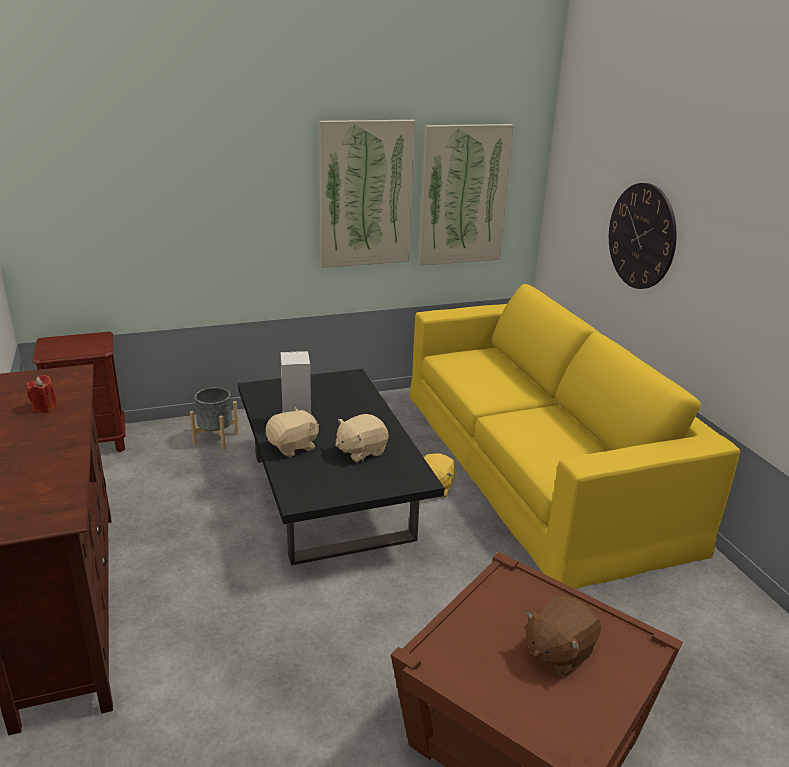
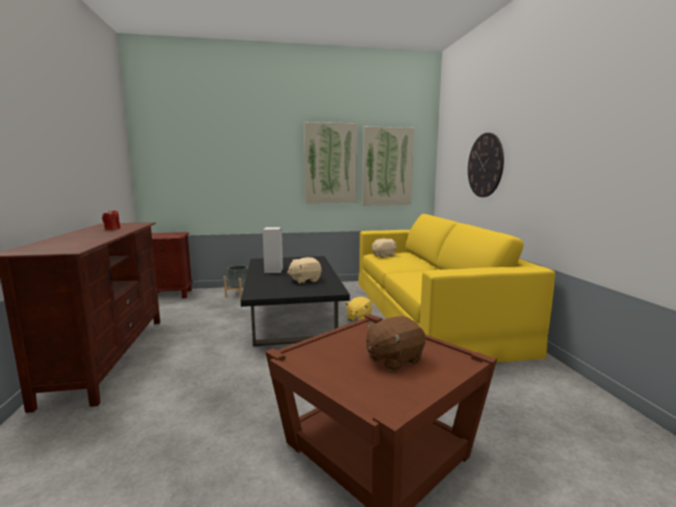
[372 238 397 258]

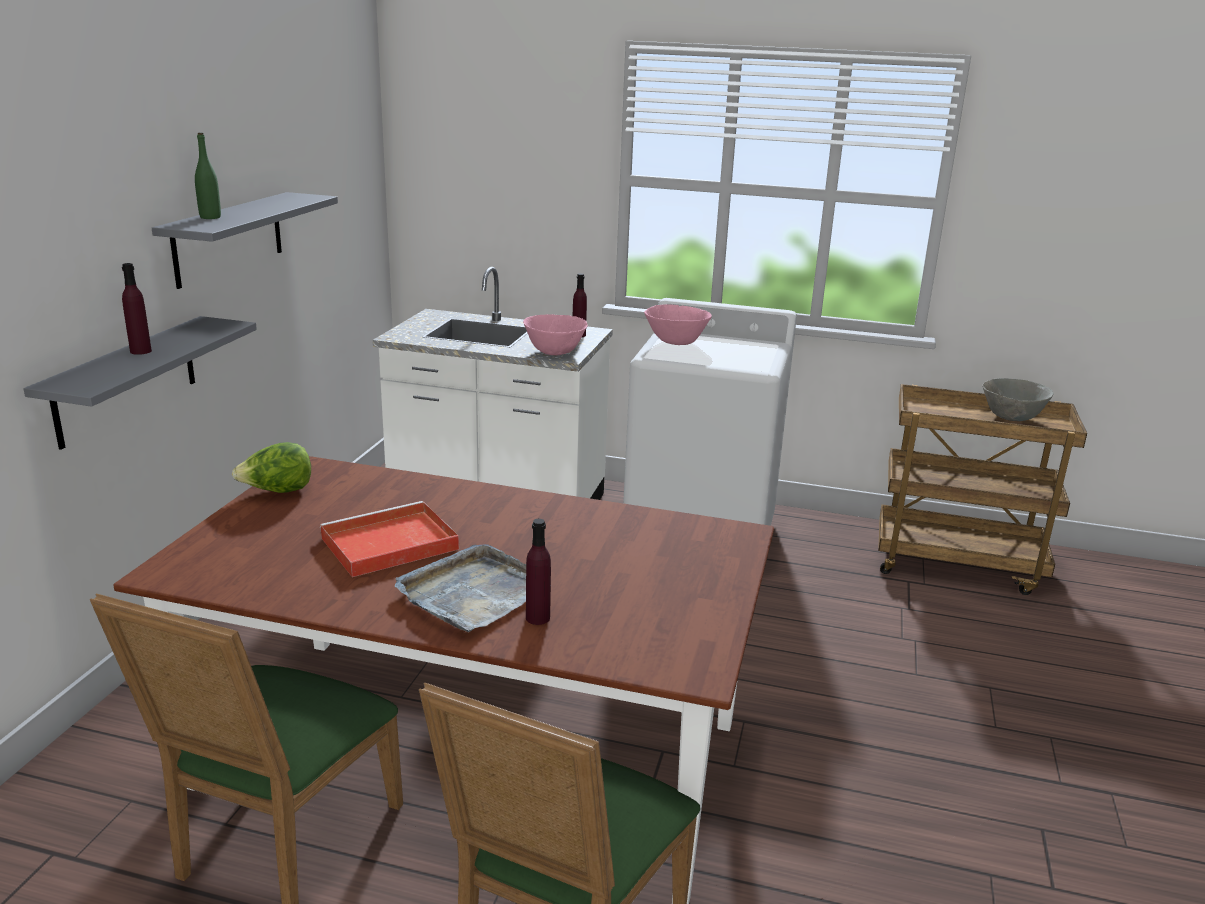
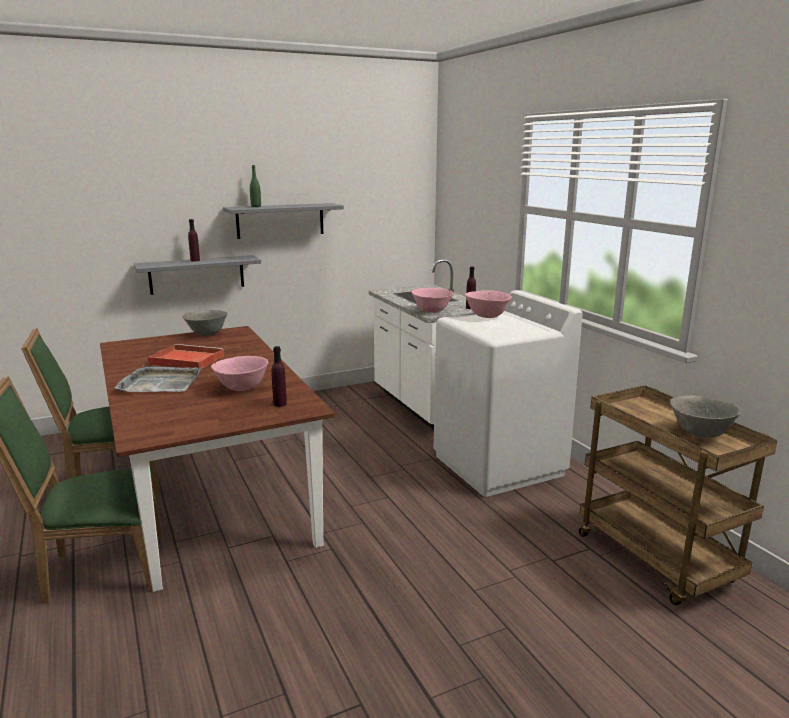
[183 310 227 335]
[211 356 268 391]
[271 346 287 407]

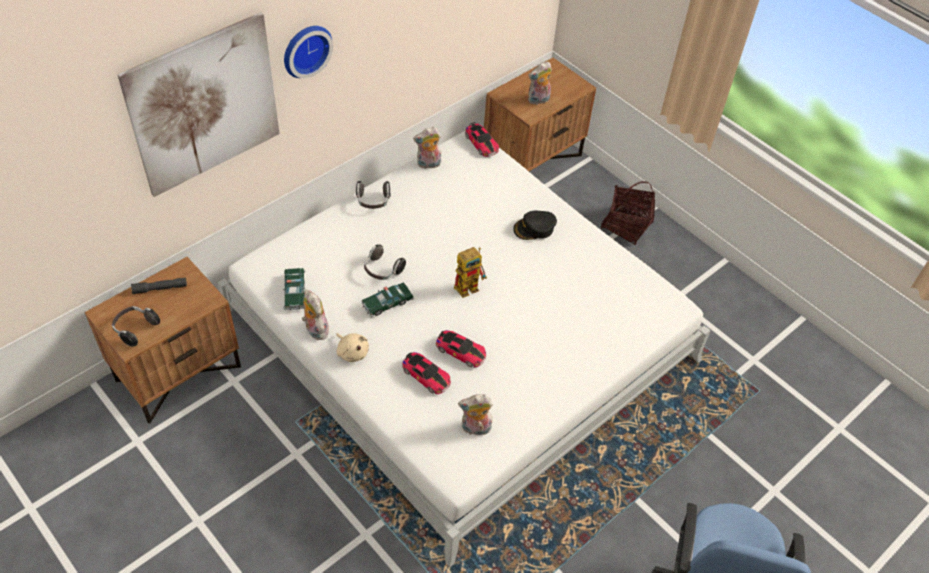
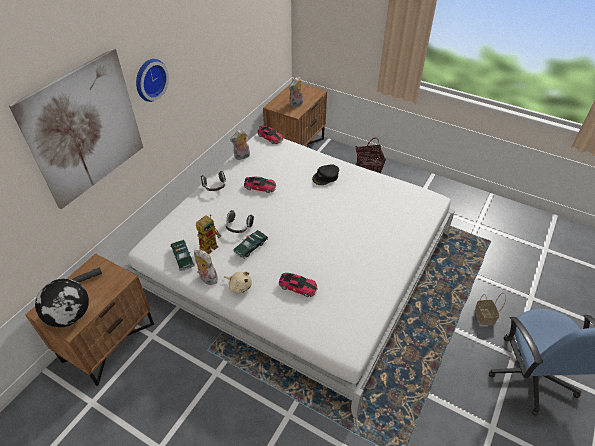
[35 278 89 327]
[196 214 221 254]
[244 177 276 193]
[474 293 506 326]
[458 394 493 436] (first image)

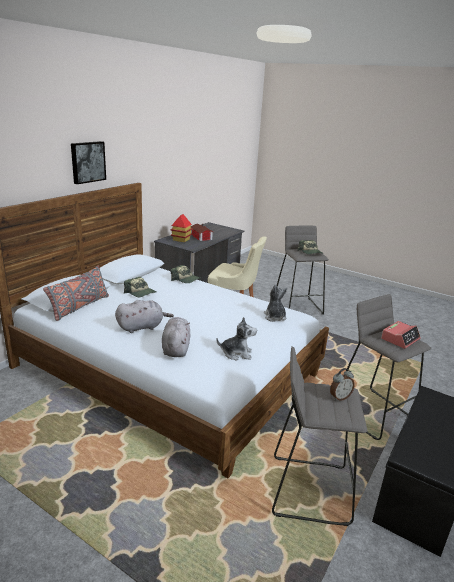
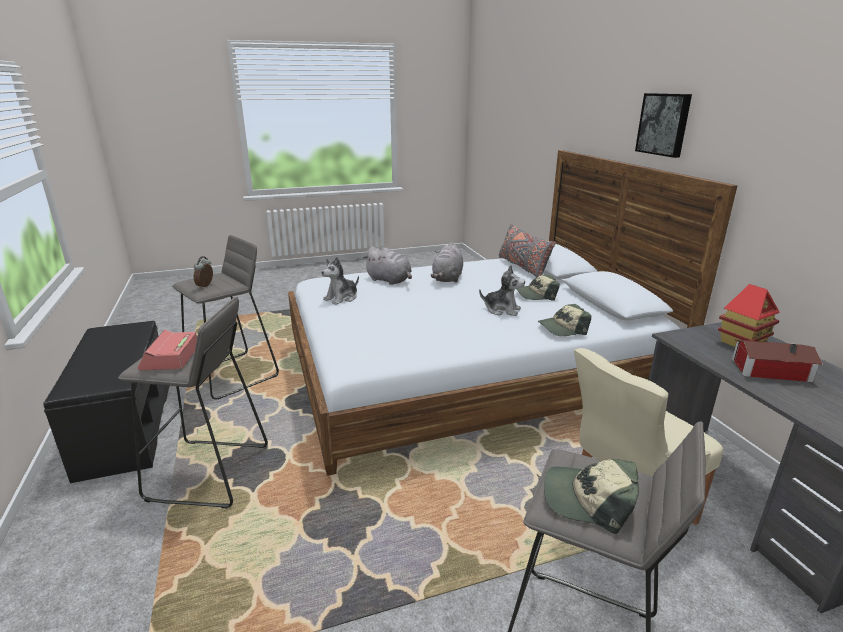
[479 265 525 316]

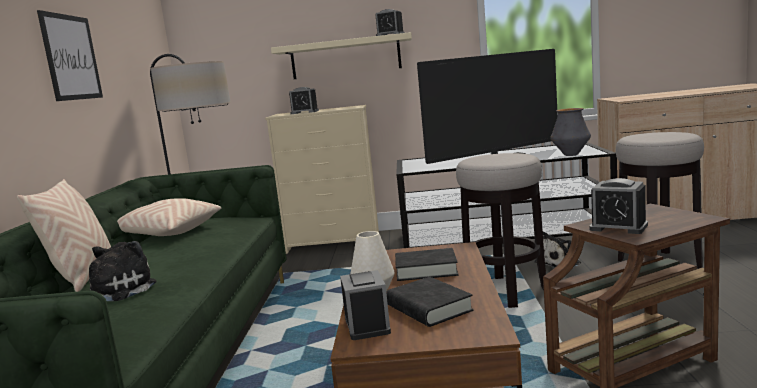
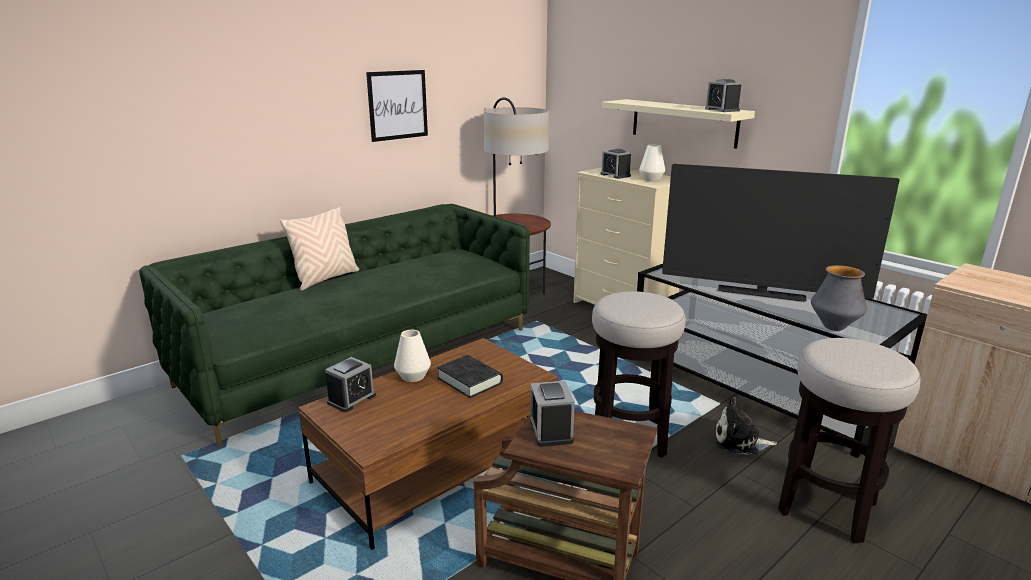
[639 145 665 181]
[89 241 157 301] (first image)
[117 198 221 236] (first image)
[386 277 473 327] (first image)

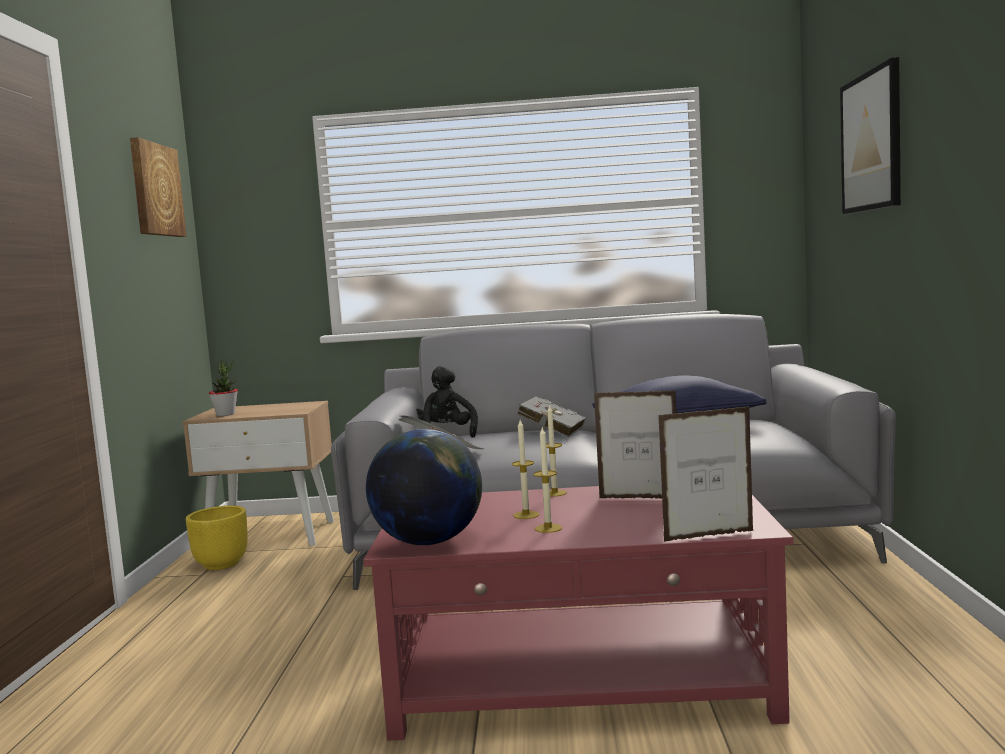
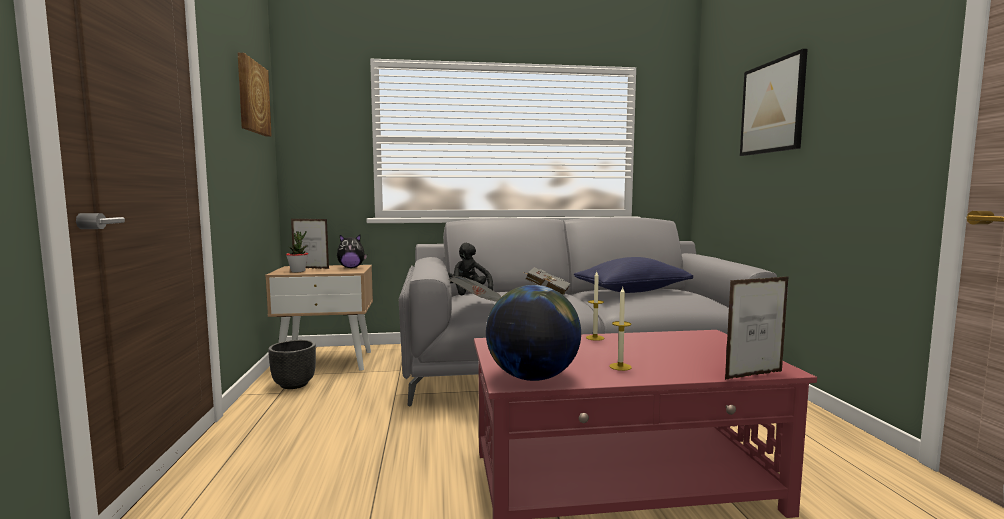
[268 340 316 389]
[291 219 329 269]
[337 235 367 268]
[512 420 539 519] (first image)

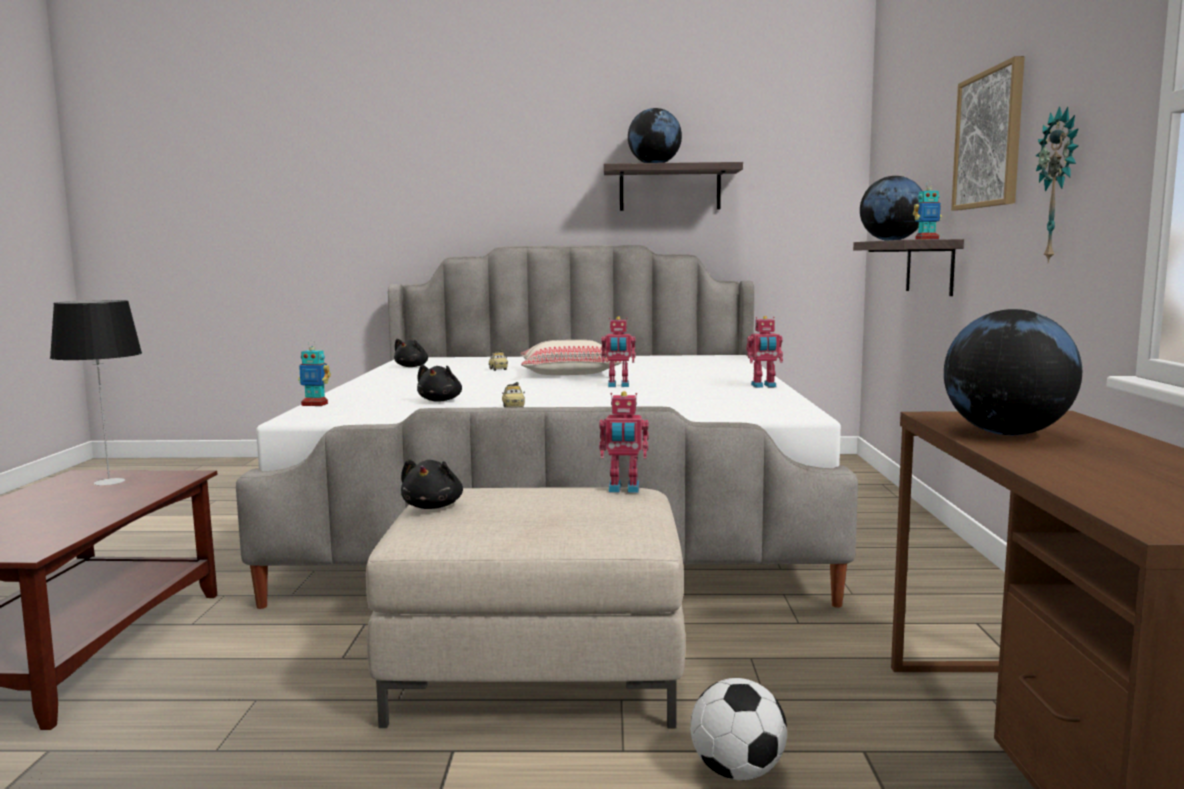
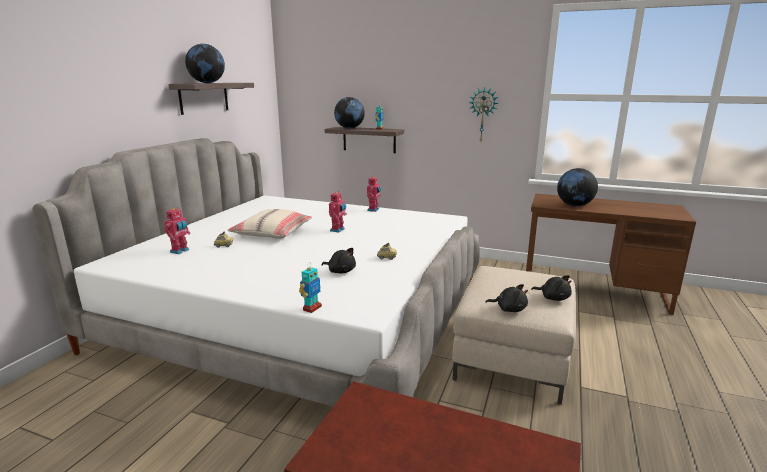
[164 207 190 254]
[531 275 572 301]
[50 300 142 486] (first image)
[690 678 787 780] (first image)
[951 56 1025 210] (first image)

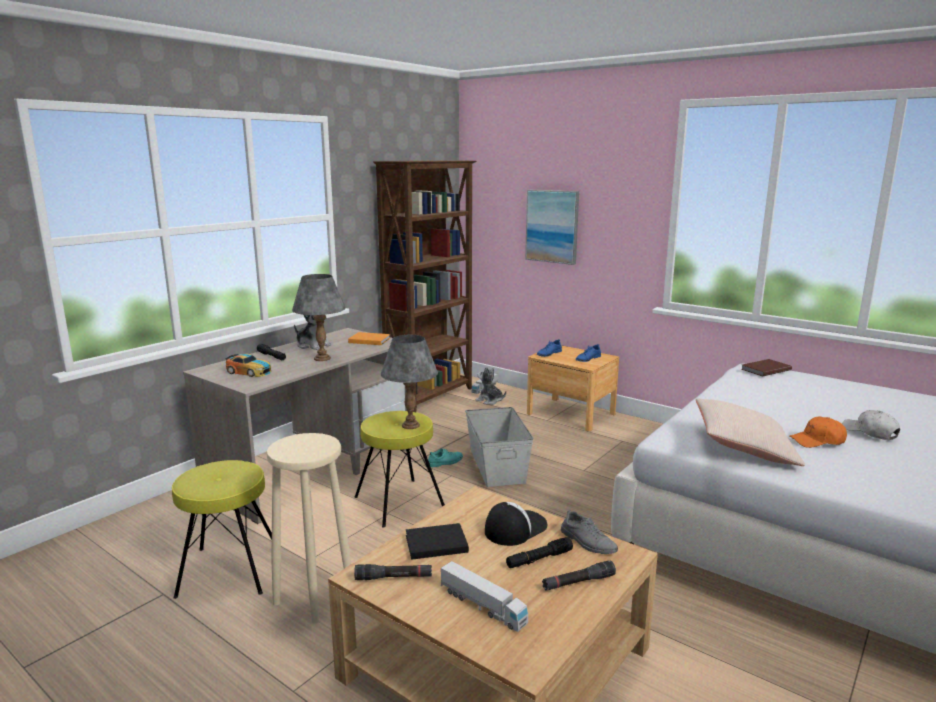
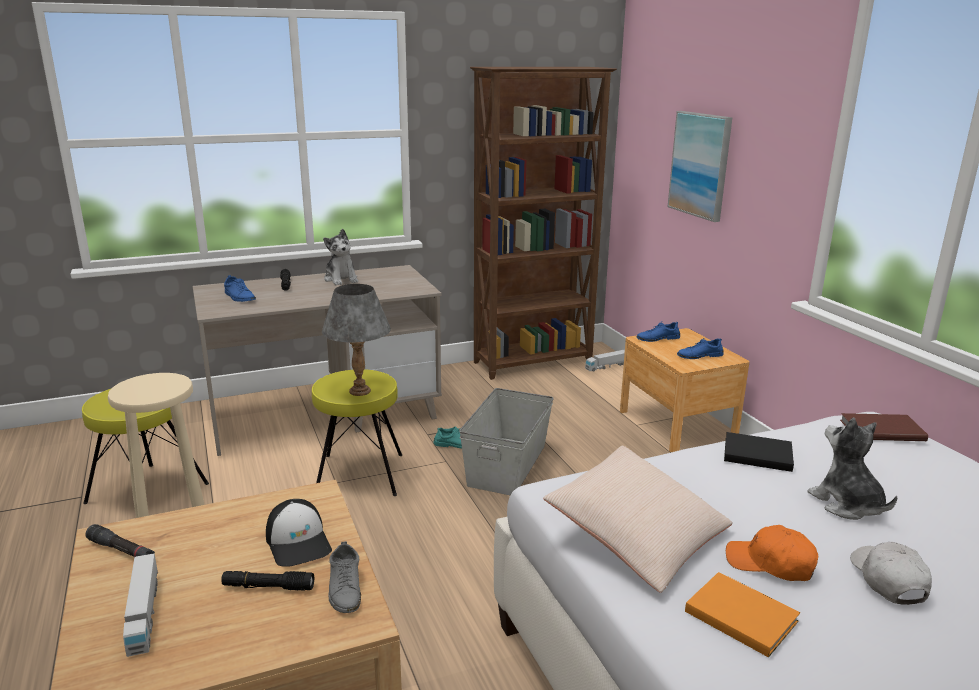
[224 275 256 302]
[266 499 332 567]
[685 572 800 657]
[724 432 794 472]
[807 418 897 520]
[292 274 346 361] (first image)
[542 561 616 590] (first image)

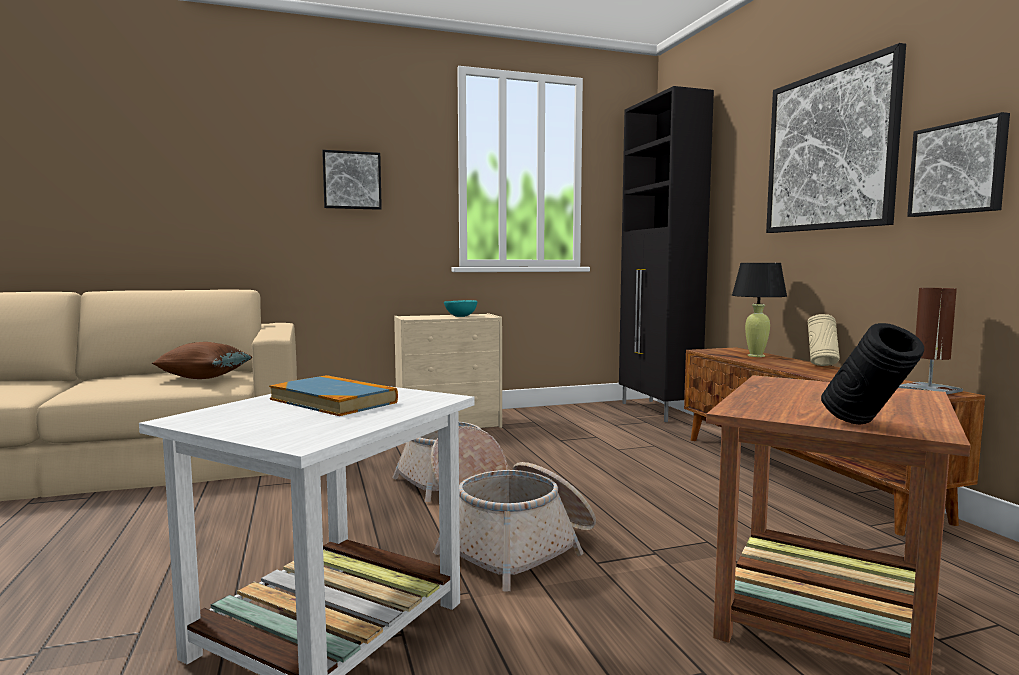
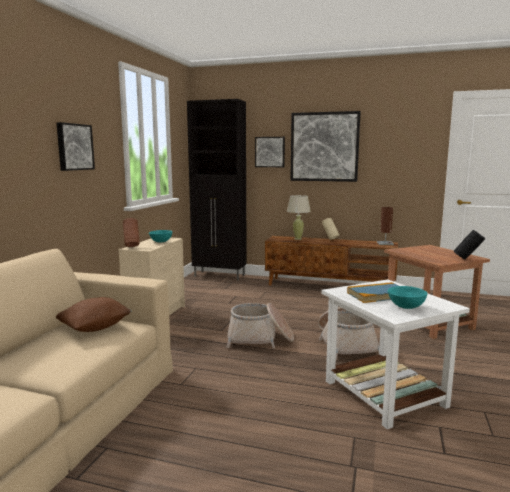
[123 218 140 247]
[255 137 285 167]
[287 195 311 240]
[388 286 428 309]

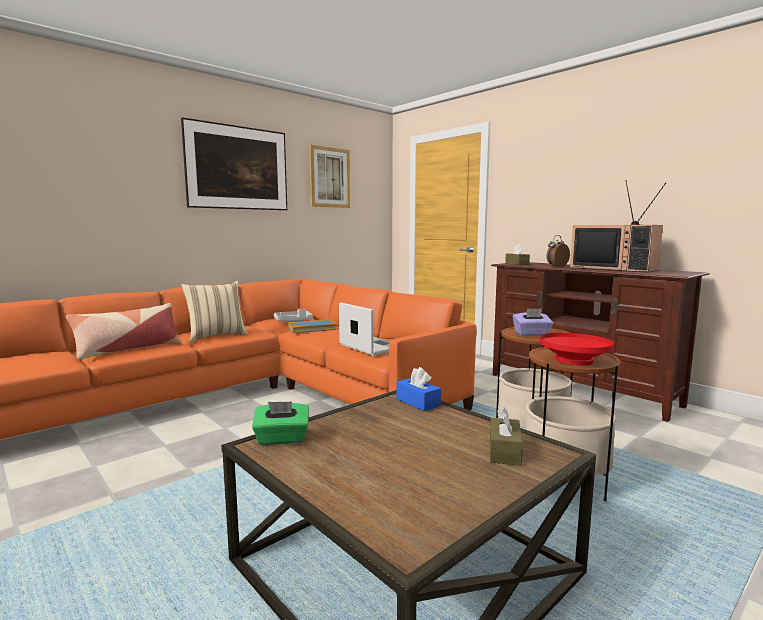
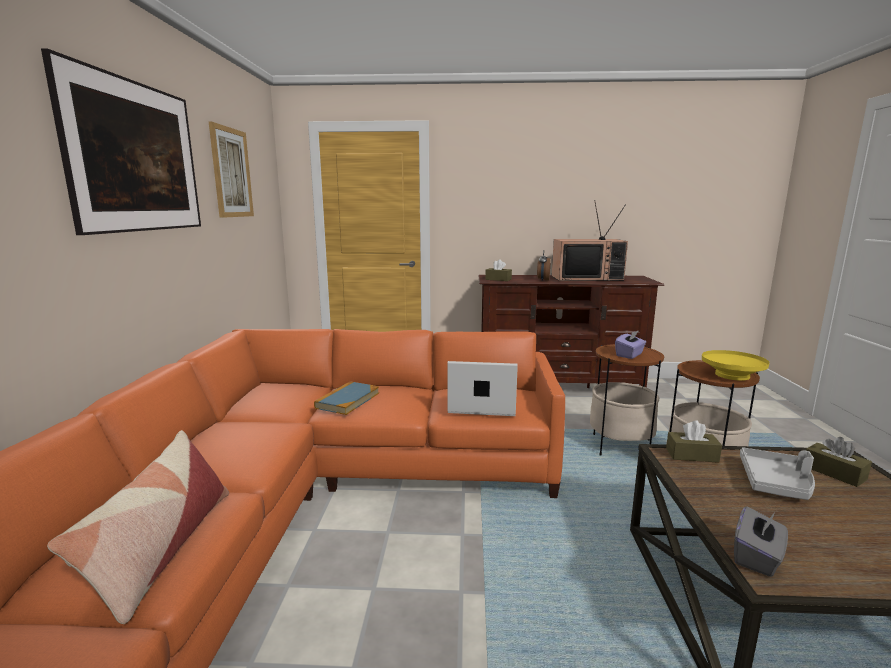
[666 420 722 463]
[702 350 769 381]
[734 506 788 577]
[740 447 815 500]
[181 281 248 342] (first image)

